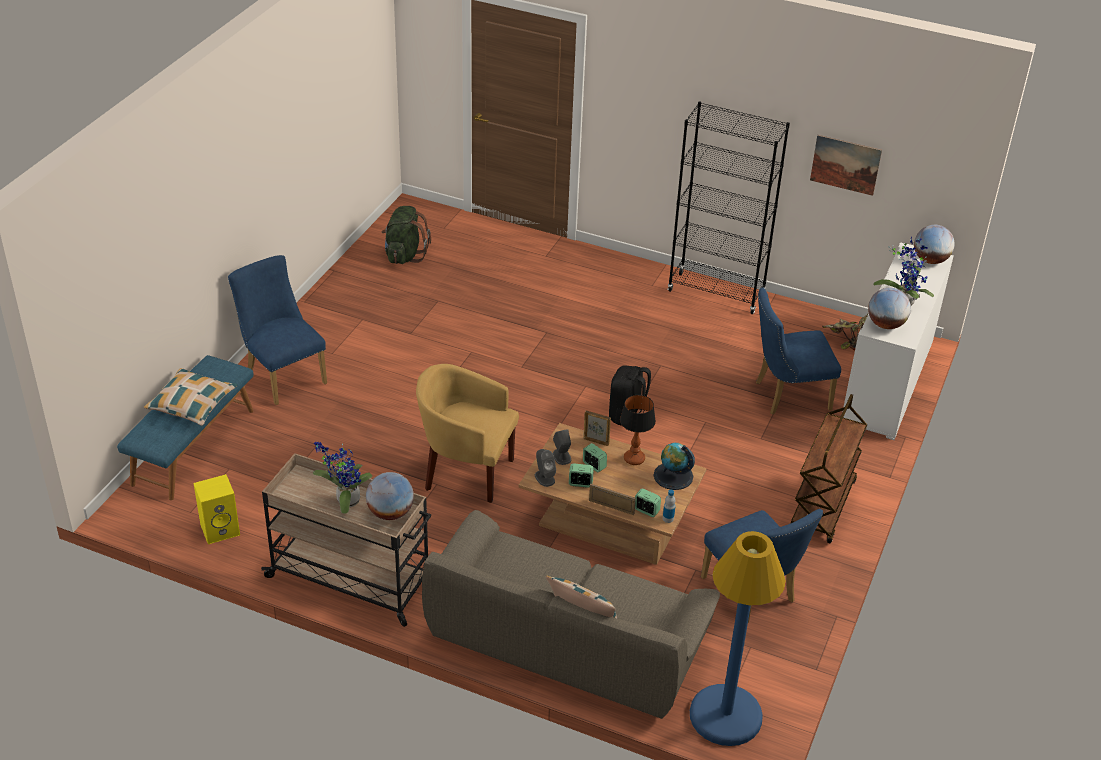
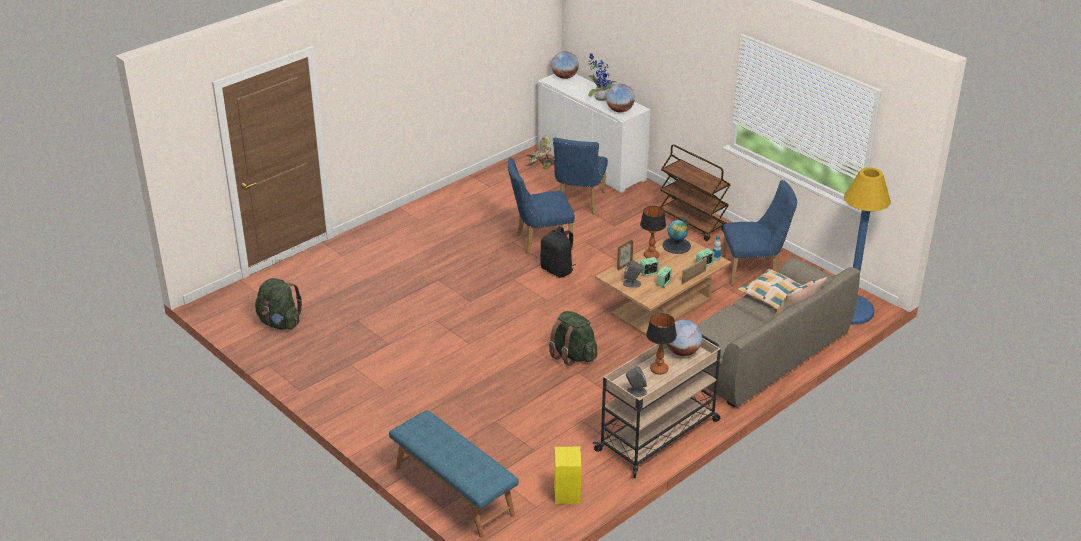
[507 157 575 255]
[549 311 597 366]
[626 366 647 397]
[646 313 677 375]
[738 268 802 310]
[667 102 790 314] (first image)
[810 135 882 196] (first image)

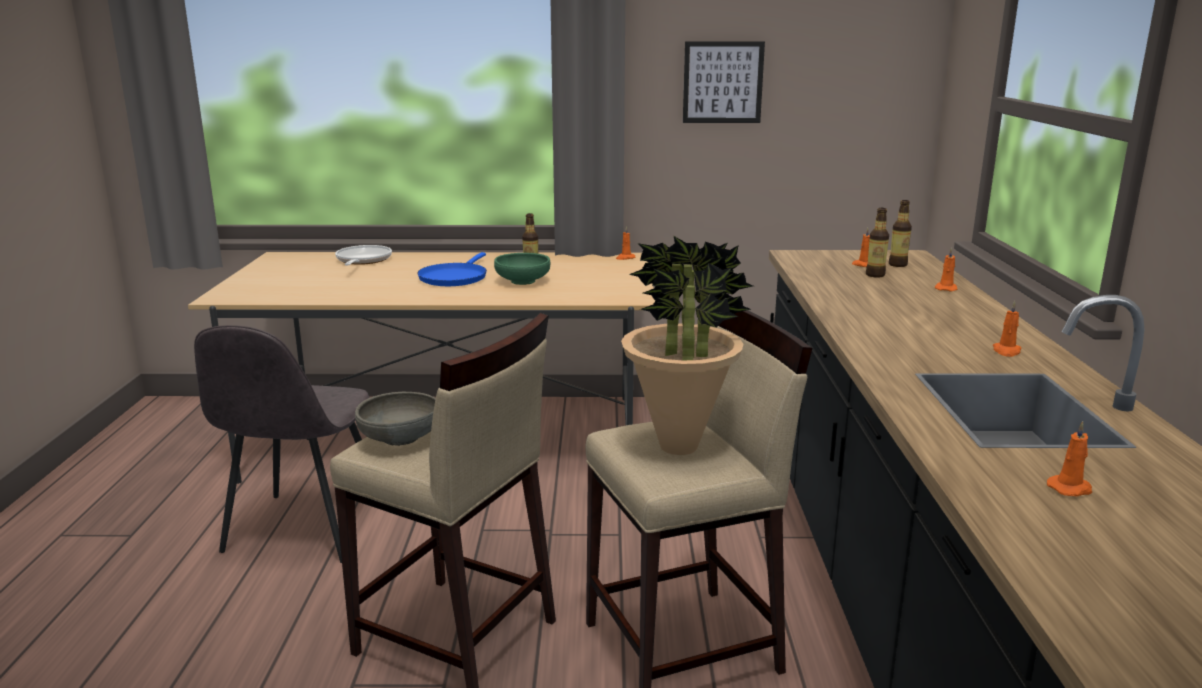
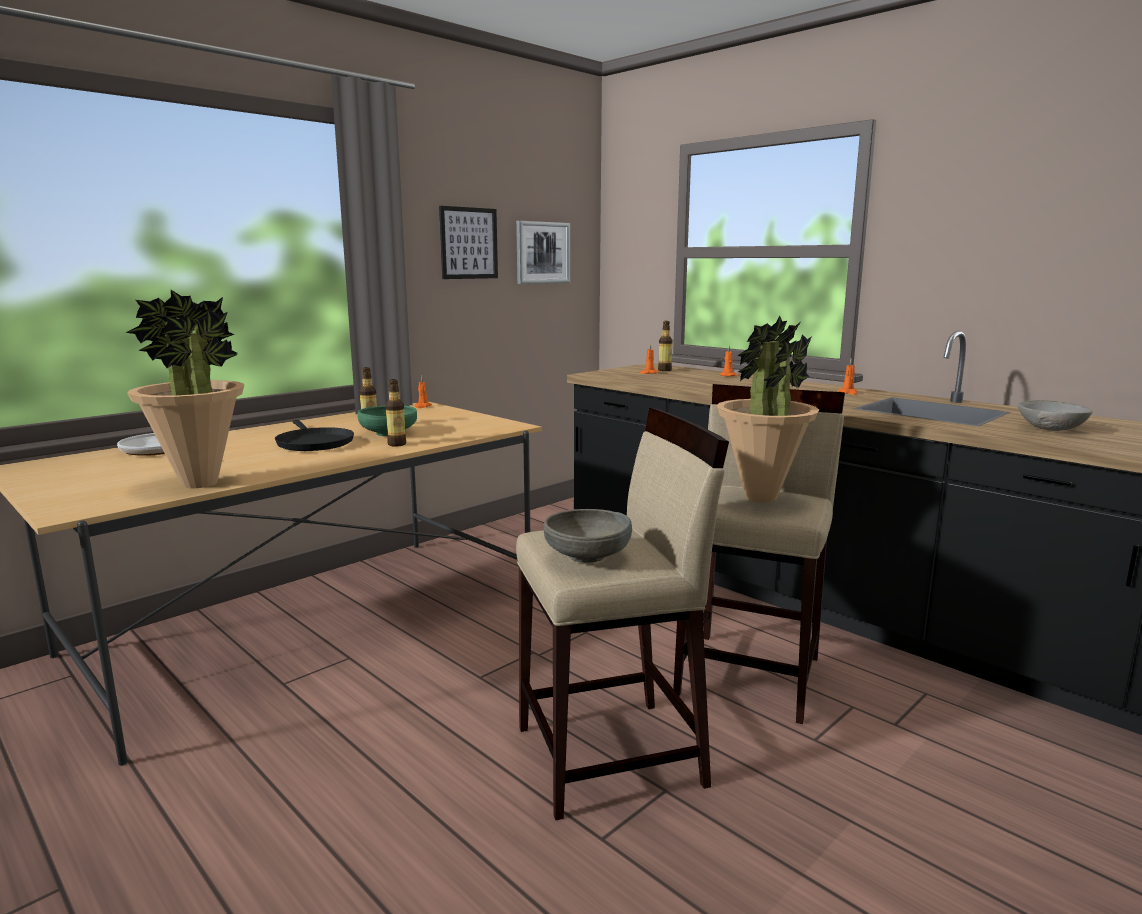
[126 290 244 488]
[275 420 354 451]
[385 379 406 447]
[516 221 570 284]
[1018 400 1092 431]
[194 325 370 563] (first image)

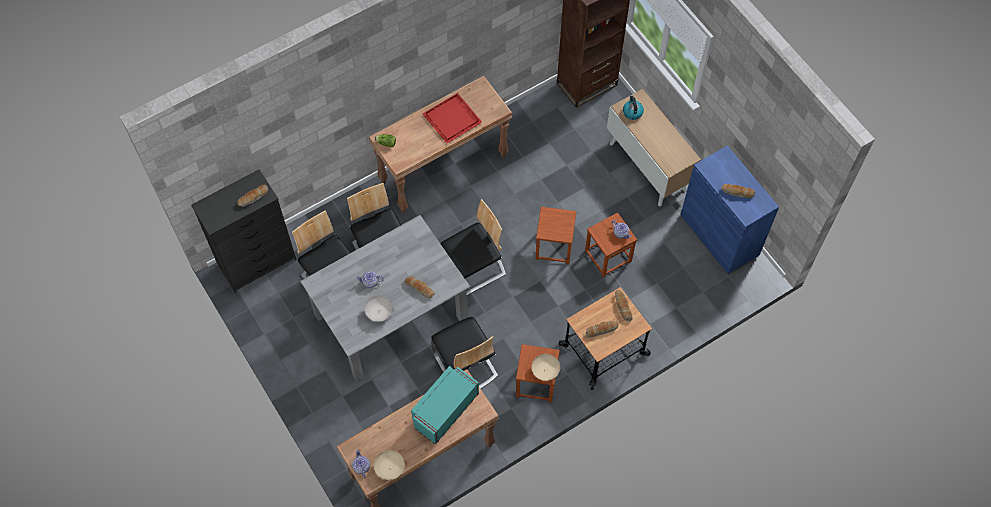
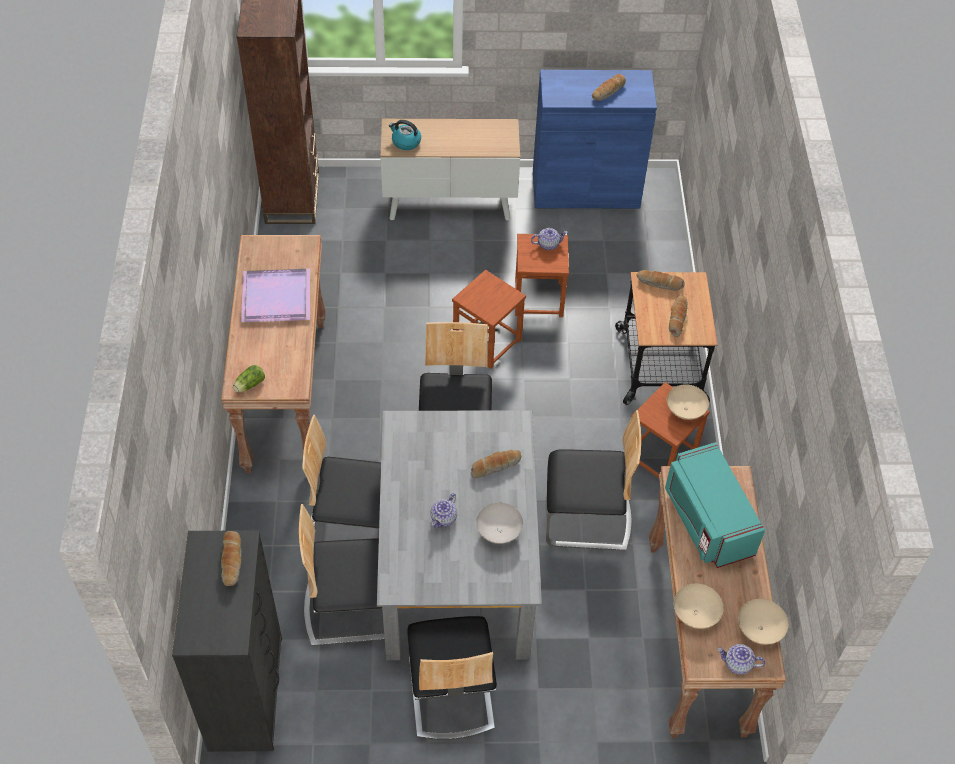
[241 269 310 323]
[407 616 497 740]
[674 583 724 629]

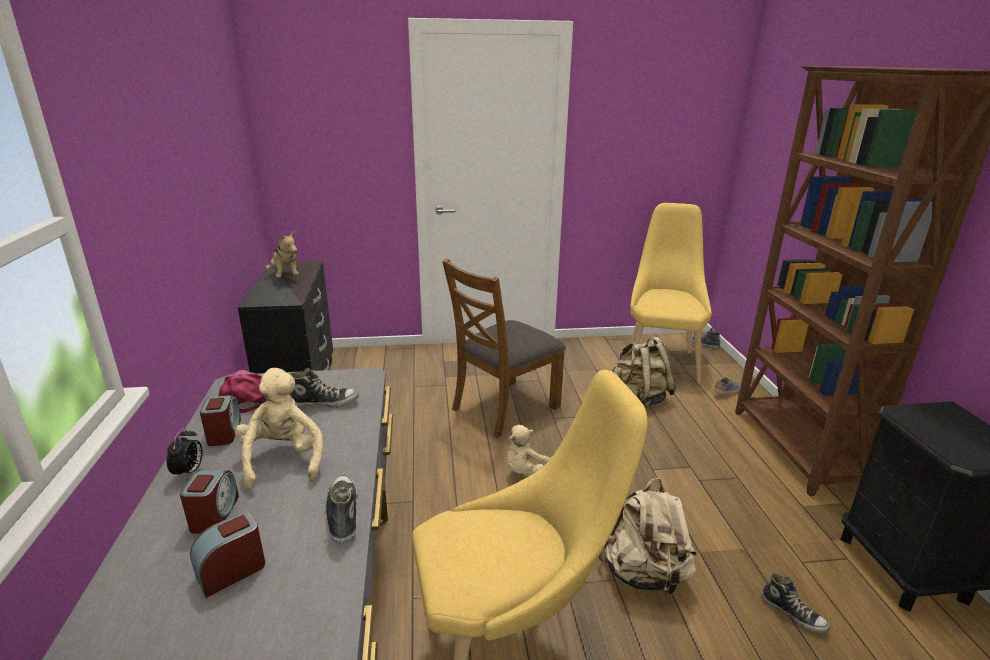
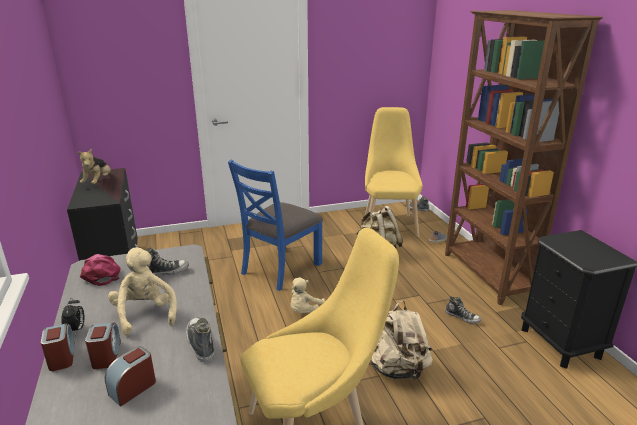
[41 323 75 371]
[78 148 111 184]
[228 160 323 291]
[445 296 481 323]

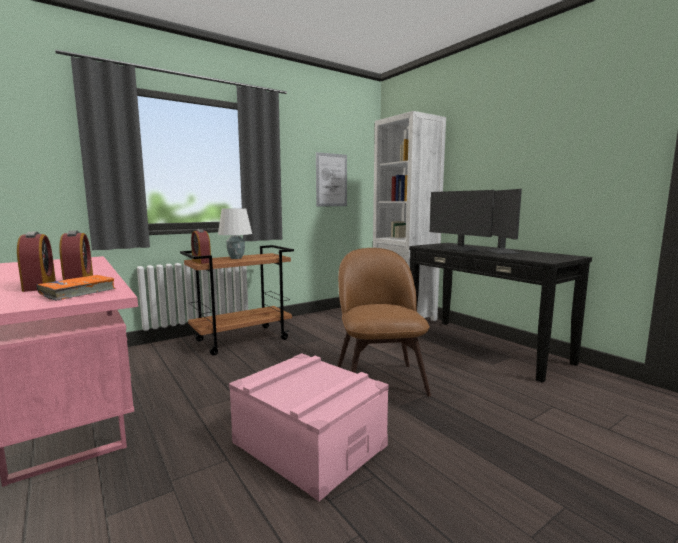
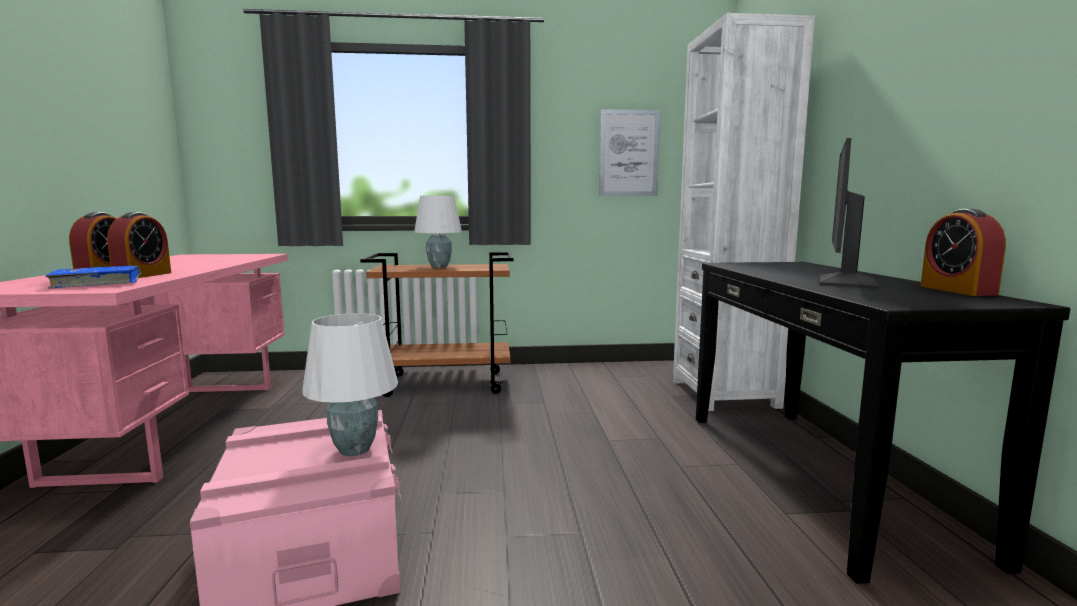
[45 266 141 289]
[302 313 398 456]
[920 209 1006 296]
[337 248 431 396] (first image)
[430 190 495 252] (first image)

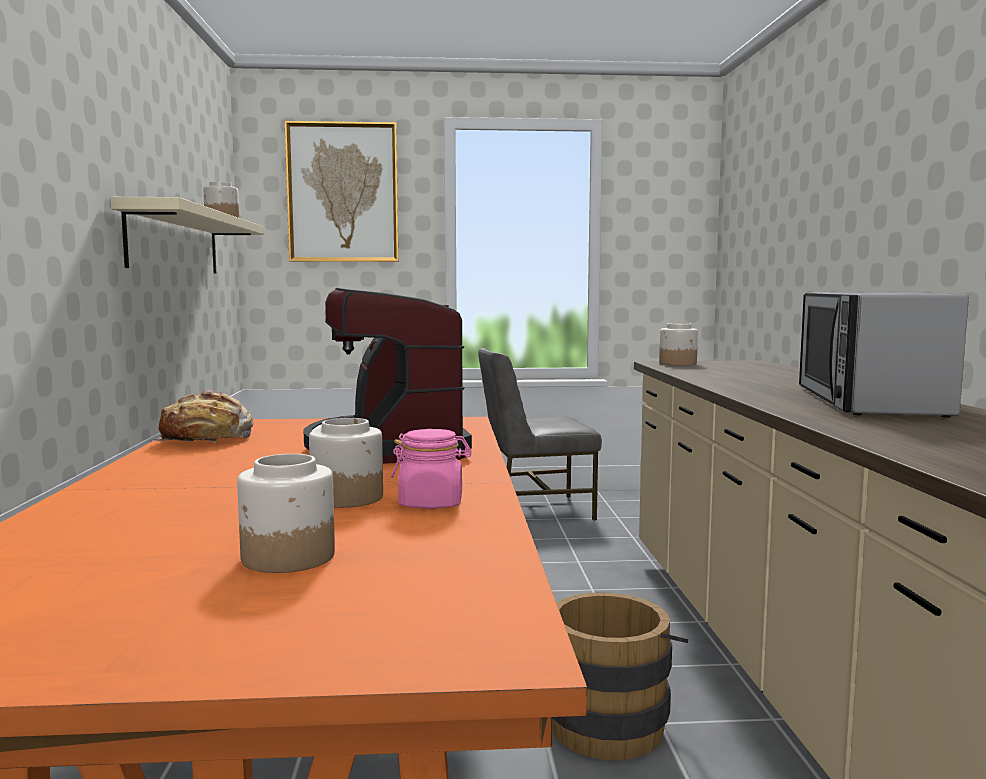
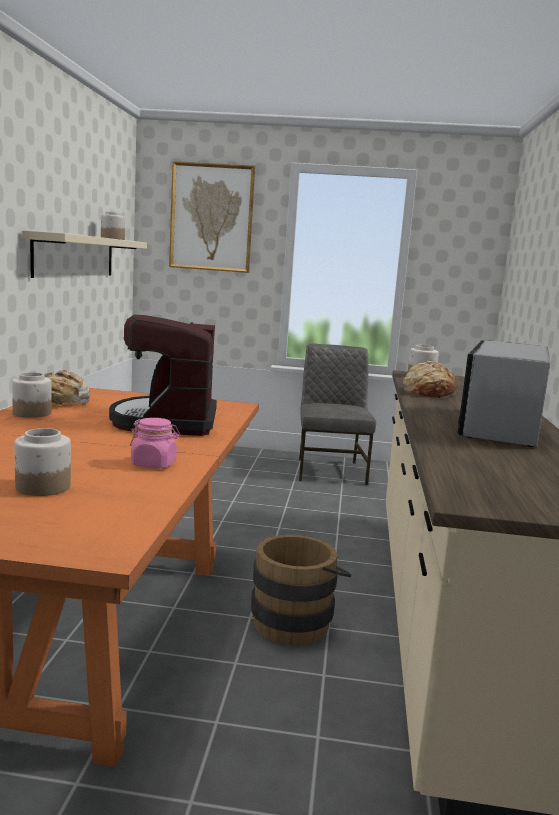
[12 372 52 418]
[299 343 376 485]
[403 360 457 398]

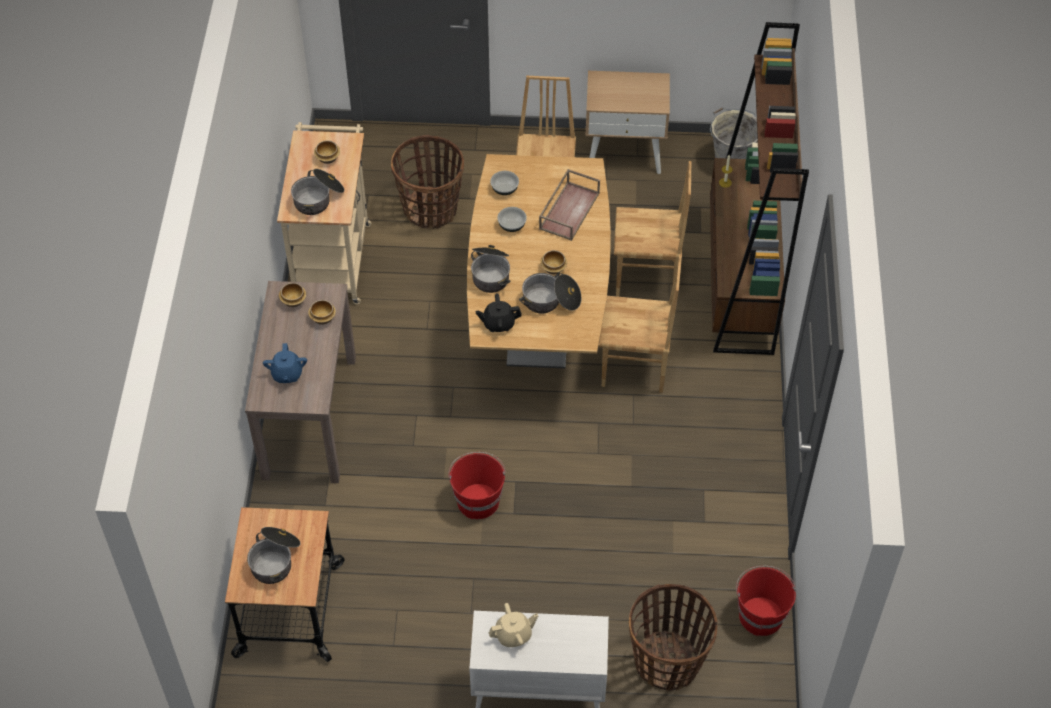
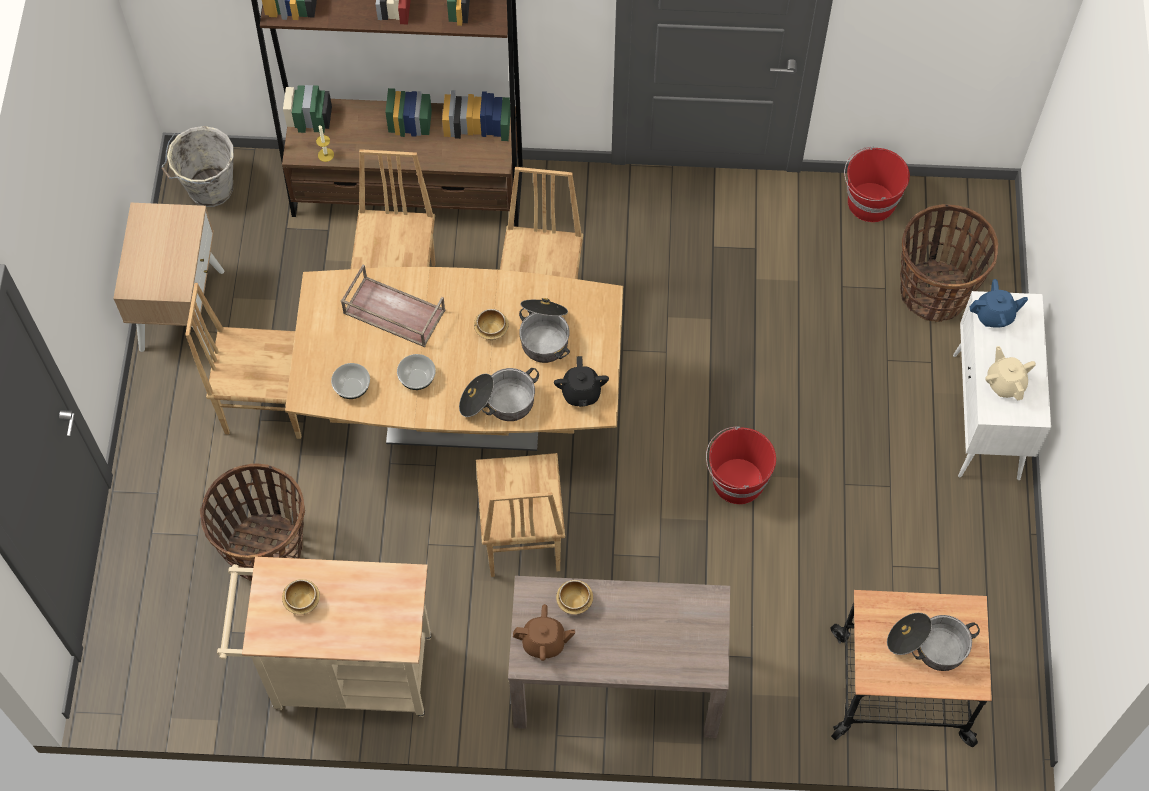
[476 453 565 577]
[513 604 575 661]
[969 279 1028 328]
[291 169 344 215] (first image)

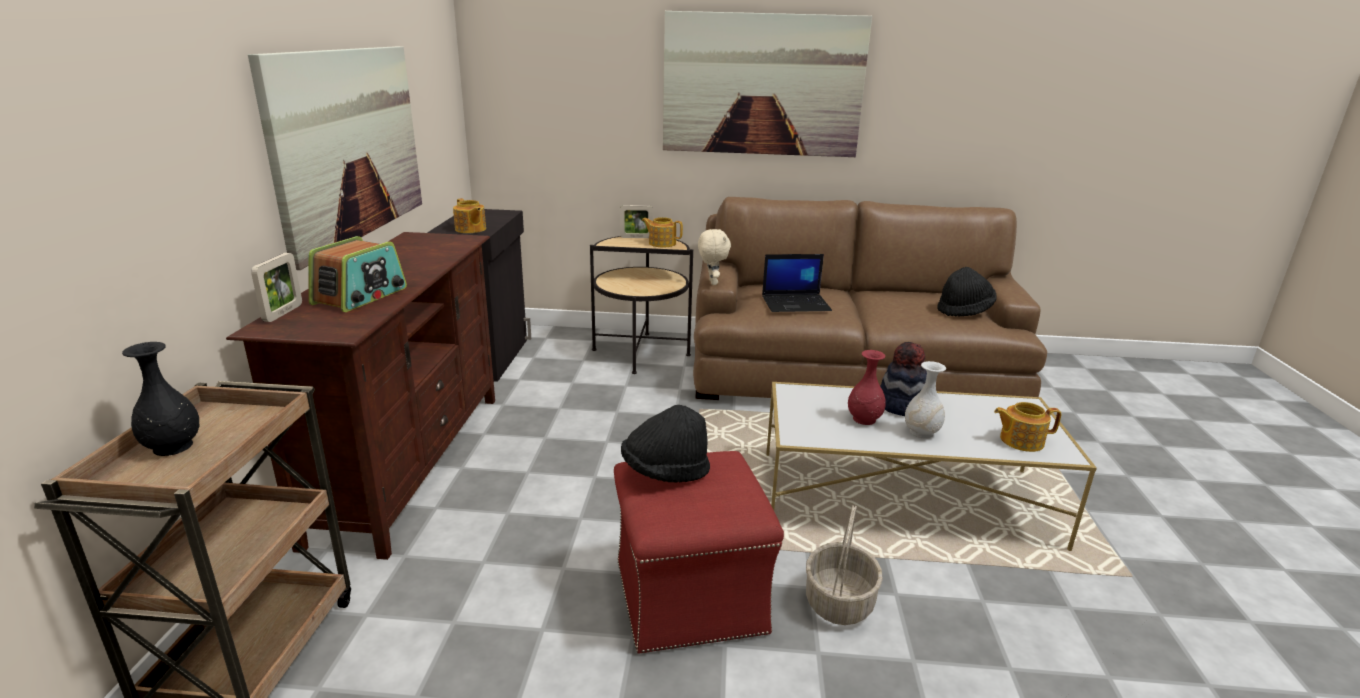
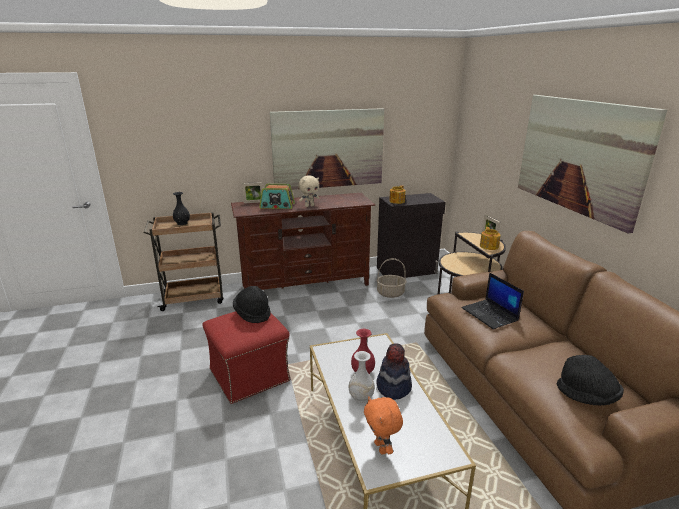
[299 175 320 207]
[364 397 403 455]
[376 258 406 298]

